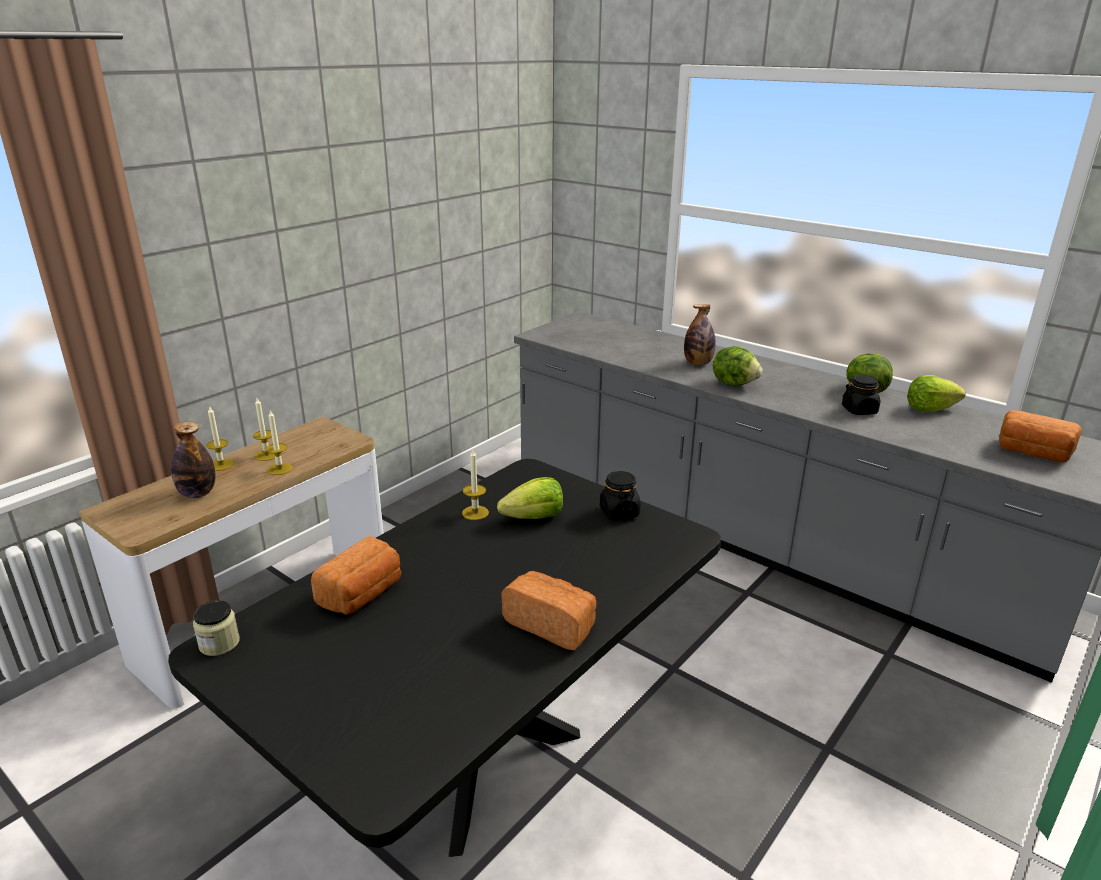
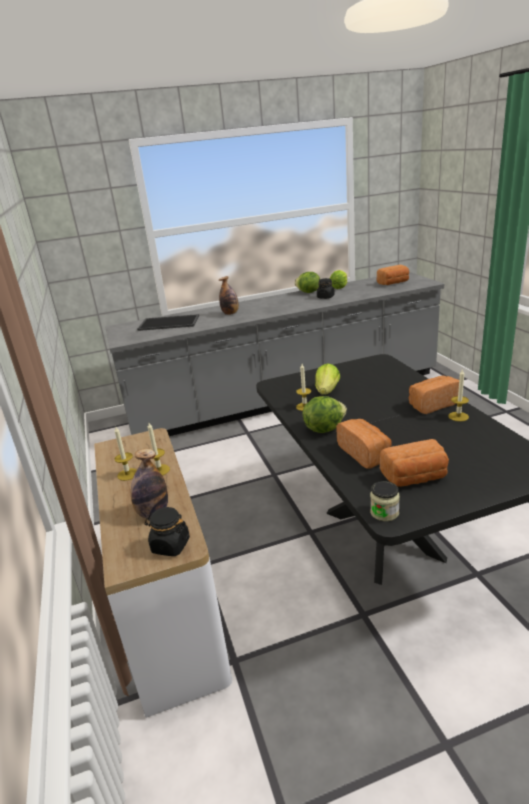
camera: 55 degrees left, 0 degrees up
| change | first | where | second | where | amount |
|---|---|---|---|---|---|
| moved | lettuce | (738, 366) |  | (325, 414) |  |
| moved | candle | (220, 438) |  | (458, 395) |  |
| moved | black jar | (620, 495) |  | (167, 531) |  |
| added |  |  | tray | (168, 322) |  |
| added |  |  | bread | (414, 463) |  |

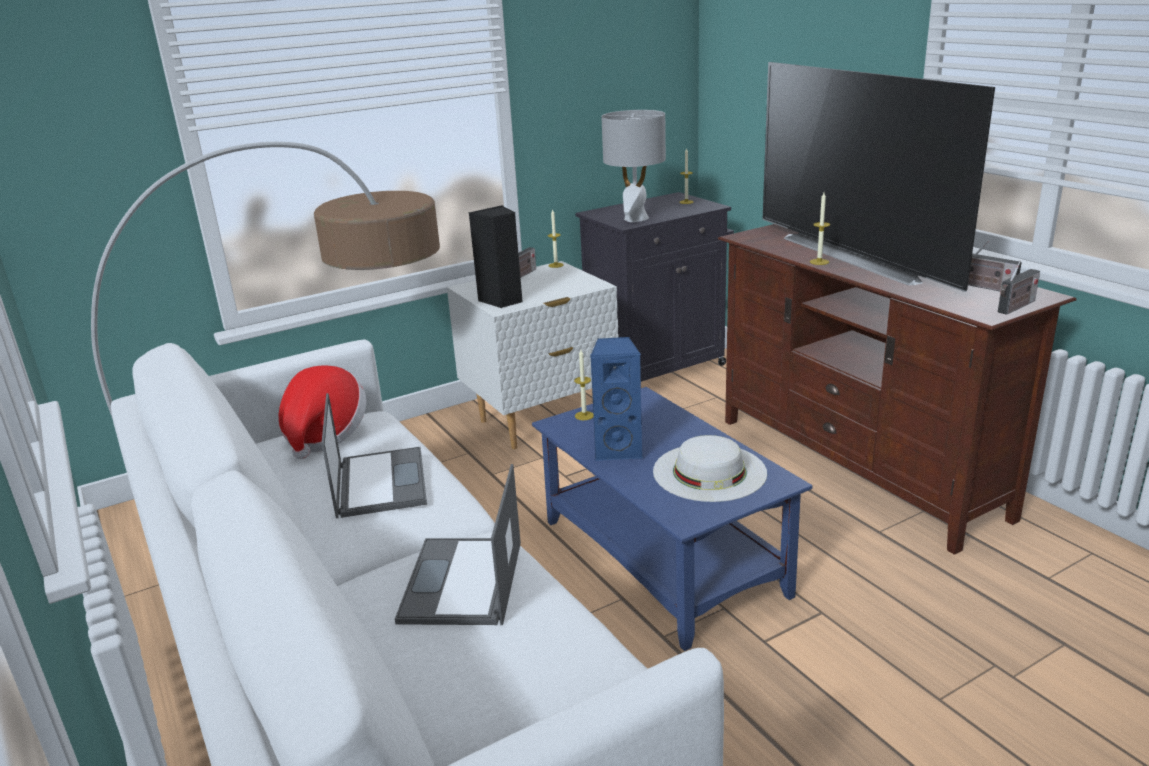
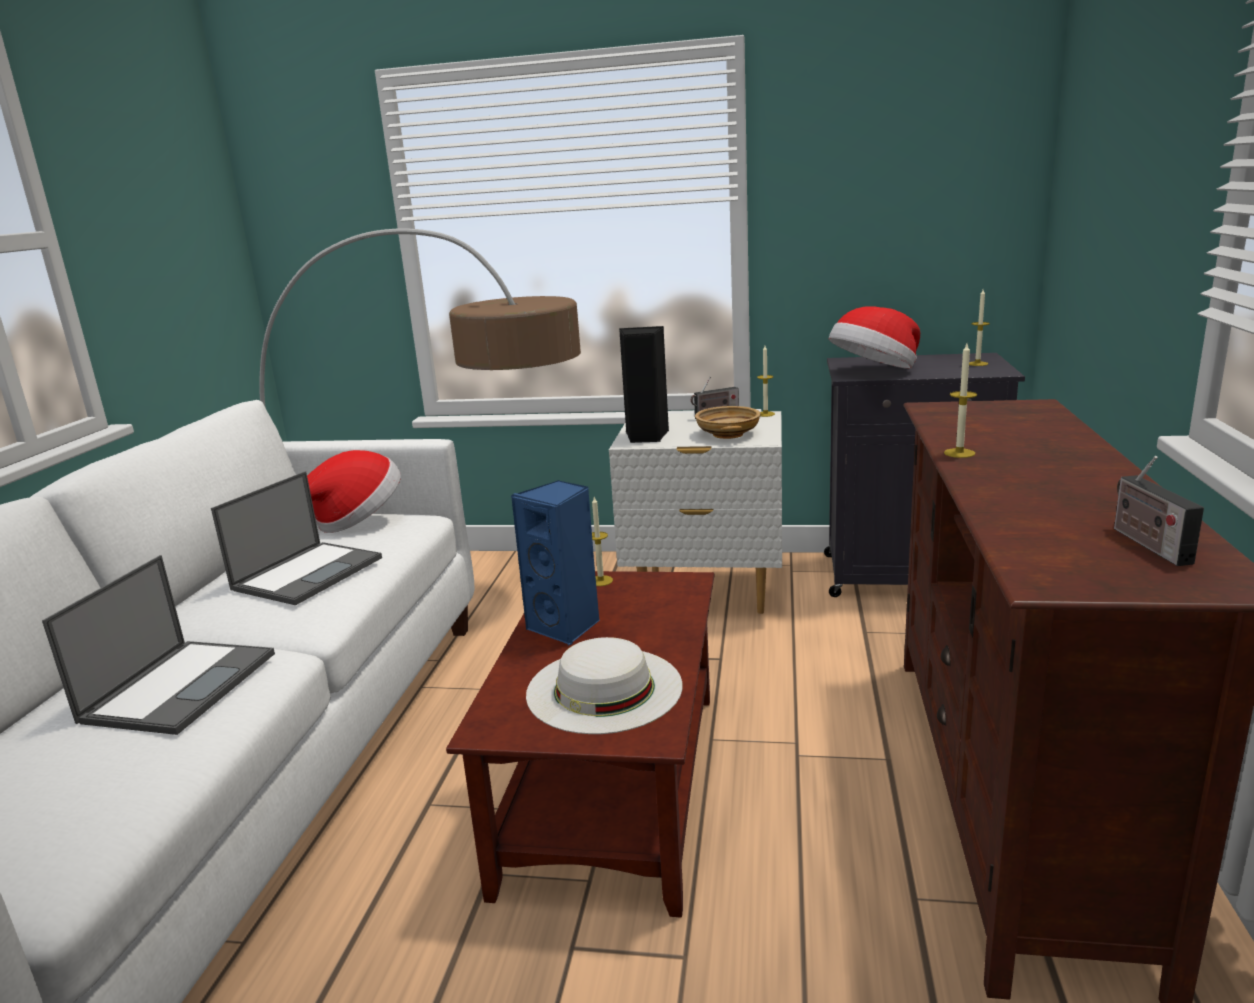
camera: 40 degrees right, 5 degrees down
| change | first | where | second | where | amount |
|---|---|---|---|---|---|
| removed | television | (879, 177) |  |  |  |
| replaced | grey table lamp | (633, 166) | hat | (874, 337) |  |
| removed | radio | (1019, 288) |  |  |  |
| recoloured | blue coffee table | (672, 519) | brown coffee table | (580, 744) |  |
| turned | laptop | (458, 544) |  | (158, 645) | 150 degrees clockwise |
| added |  |  | beige bowl | (728, 422) |  |

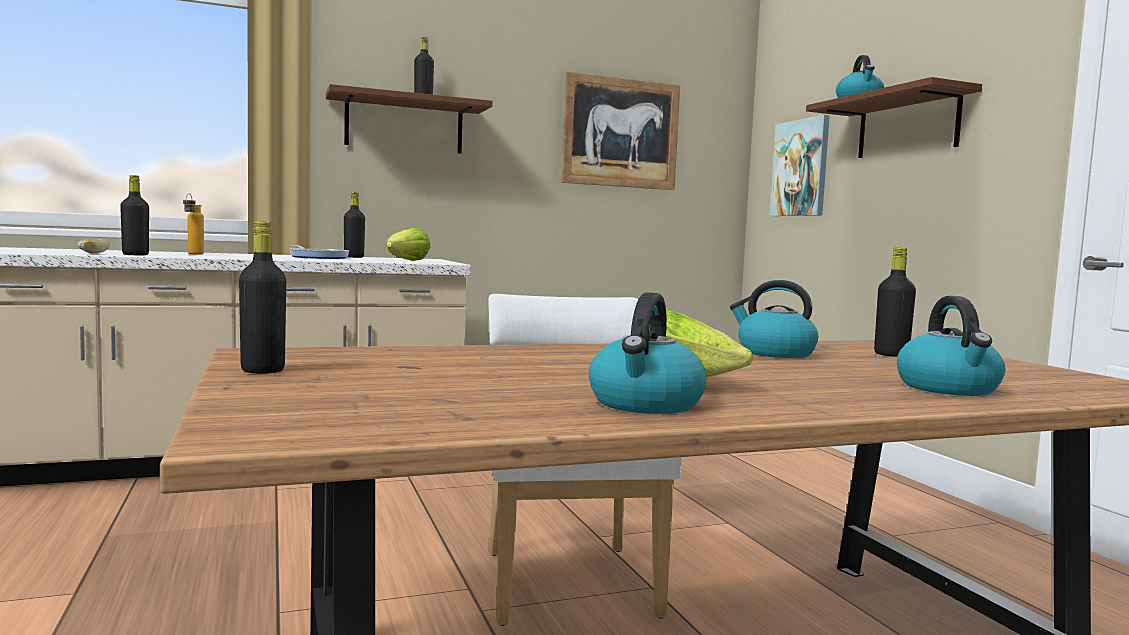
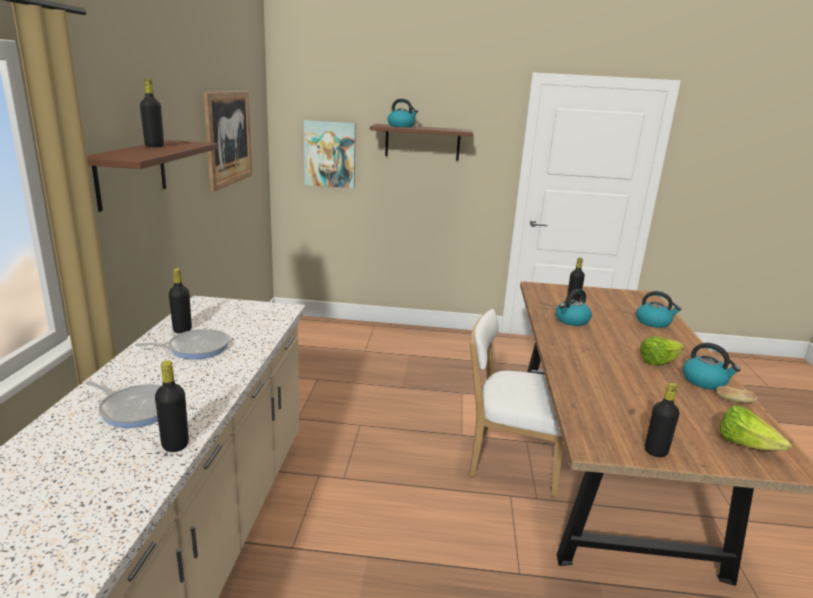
camera: 65 degrees left, 15 degrees up
| change | first | where | second | where | amount |
|---|---|---|---|---|---|
| replaced | bottle | (193, 223) | frying pan | (124, 404) |  |
| moved | lettuce | (409, 244) |  | (755, 428) |  |
| moved | bread | (93, 246) |  | (737, 394) |  |

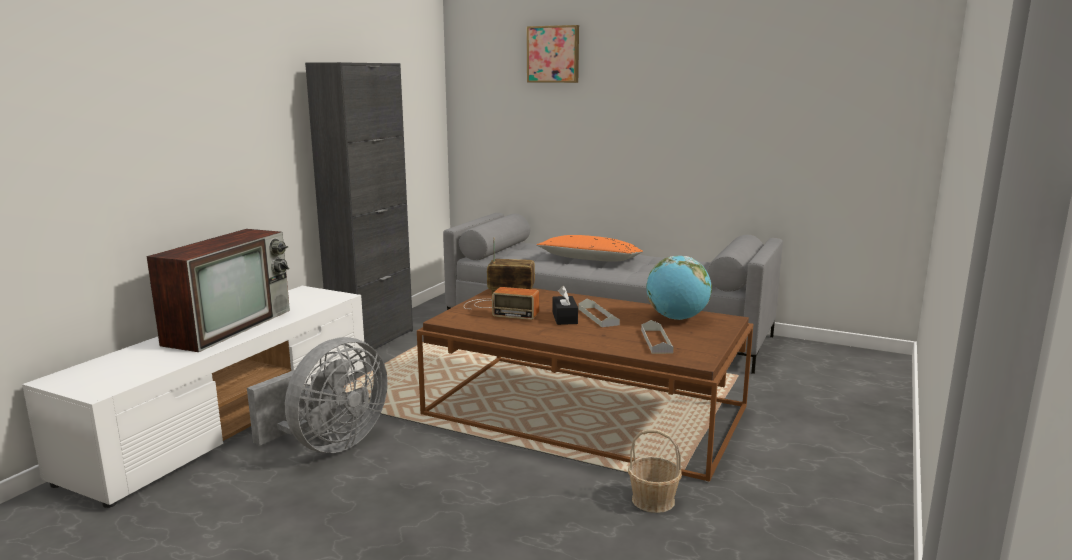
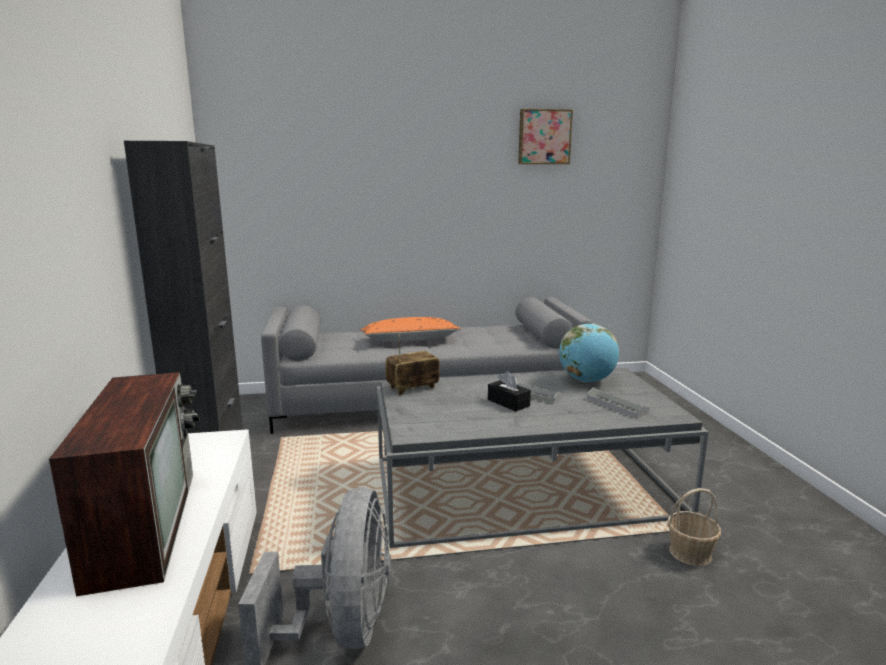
camera: 35 degrees left, 0 degrees up
| change | first | where | second | where | amount |
|---|---|---|---|---|---|
| moved | picture | (553, 54) |  | (545, 136) |  |
| removed | radio | (501, 303) |  |  |  |
| recoloured | brown coffee table | (585, 385) | grey coffee table | (543, 458) |  |

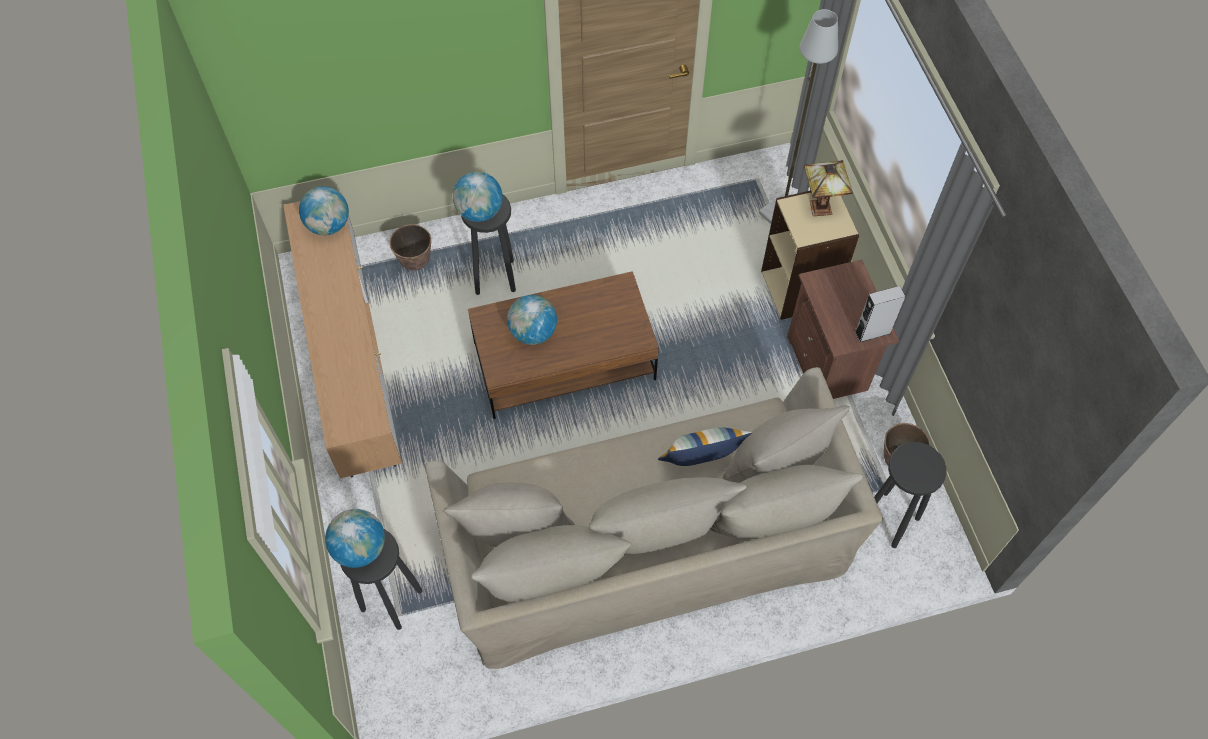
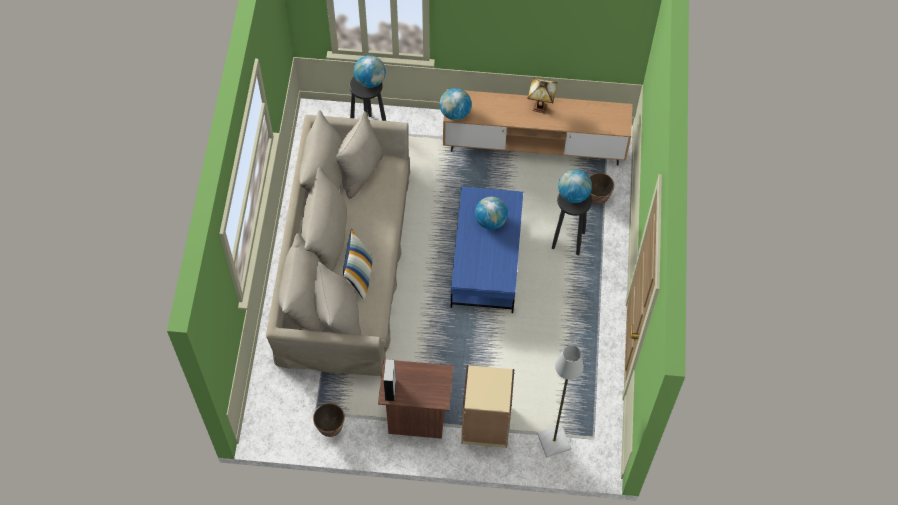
camera: 110 degrees right, 0 degrees up
| change | first | where | second | where | amount |
|---|---|---|---|---|---|
| moved | table lamp | (828, 188) |  | (542, 95) |  |
| moved | globe | (324, 210) |  | (456, 104) |  |
| recoloured | brown coffee table | (563, 345) | blue coffee table | (487, 249) |  |
| removed | black stool | (910, 495) |  |  |  |

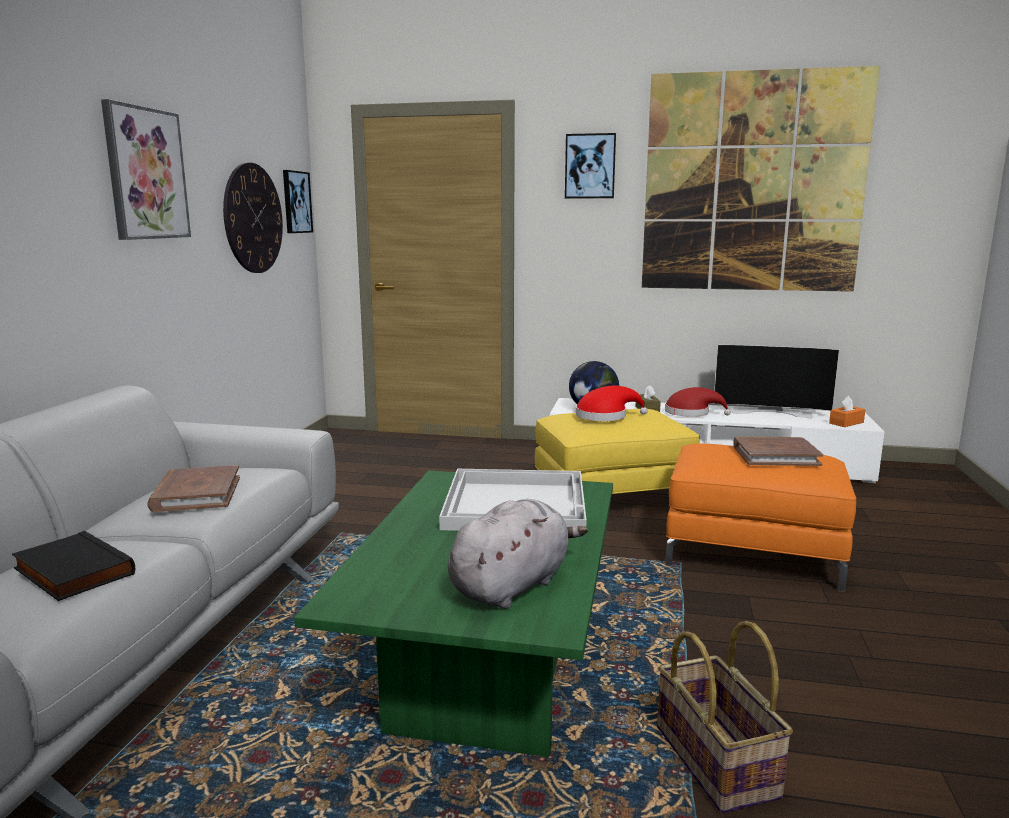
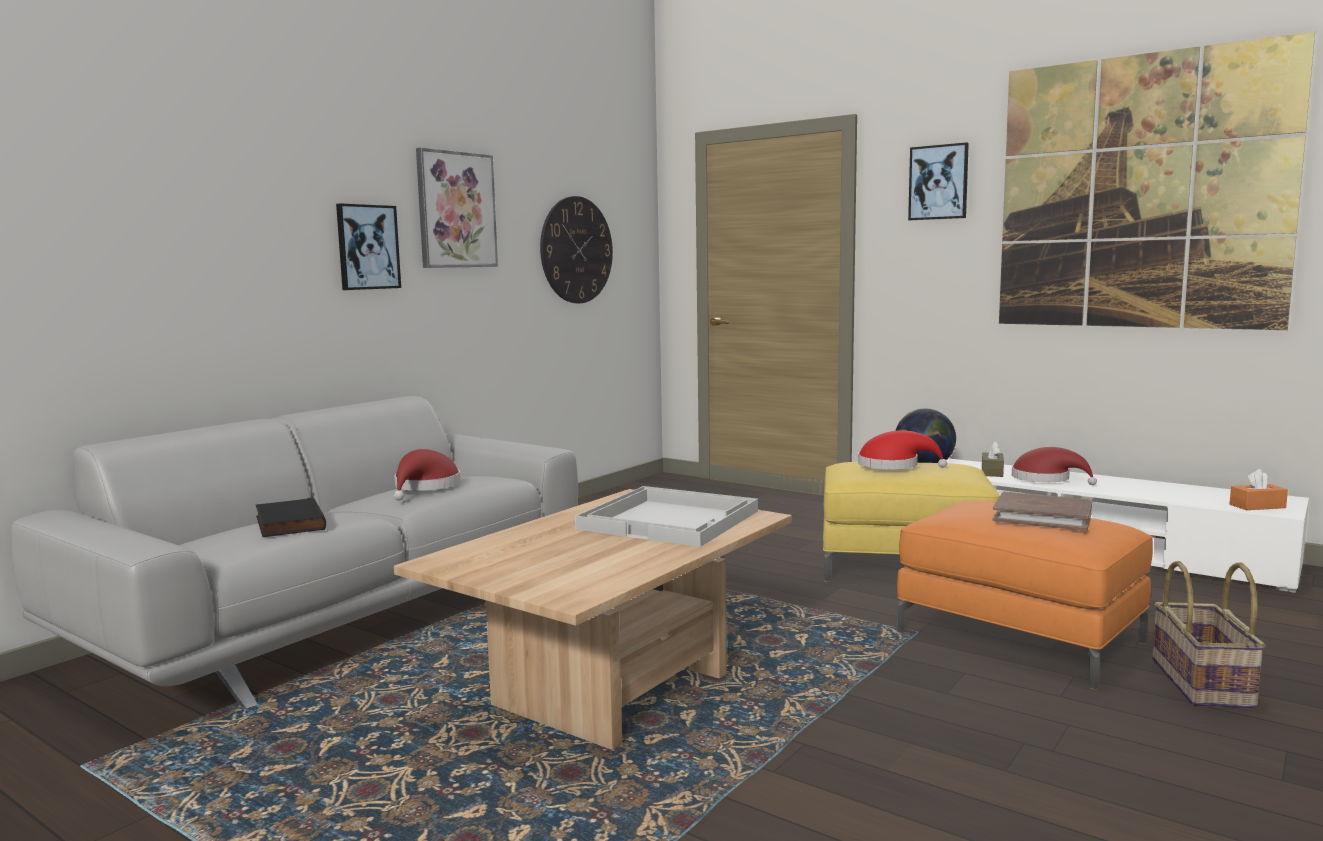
camera: 25 degrees right, 5 degrees down
| change | first | where | second | where | amount |
|---|---|---|---|---|---|
| moved | picture | (298, 201) |  | (368, 246) |  |
| removed | television | (776, 381) |  |  |  |
| replaced | brown book | (193, 488) | red hat | (427, 474) |  |
| recoloured | green coffee table | (453, 613) | beige coffee table | (593, 619) |  |
| removed | grey plush toy | (518, 554) |  |  |  |
| moved | basket | (725, 717) |  | (1209, 635) |  |

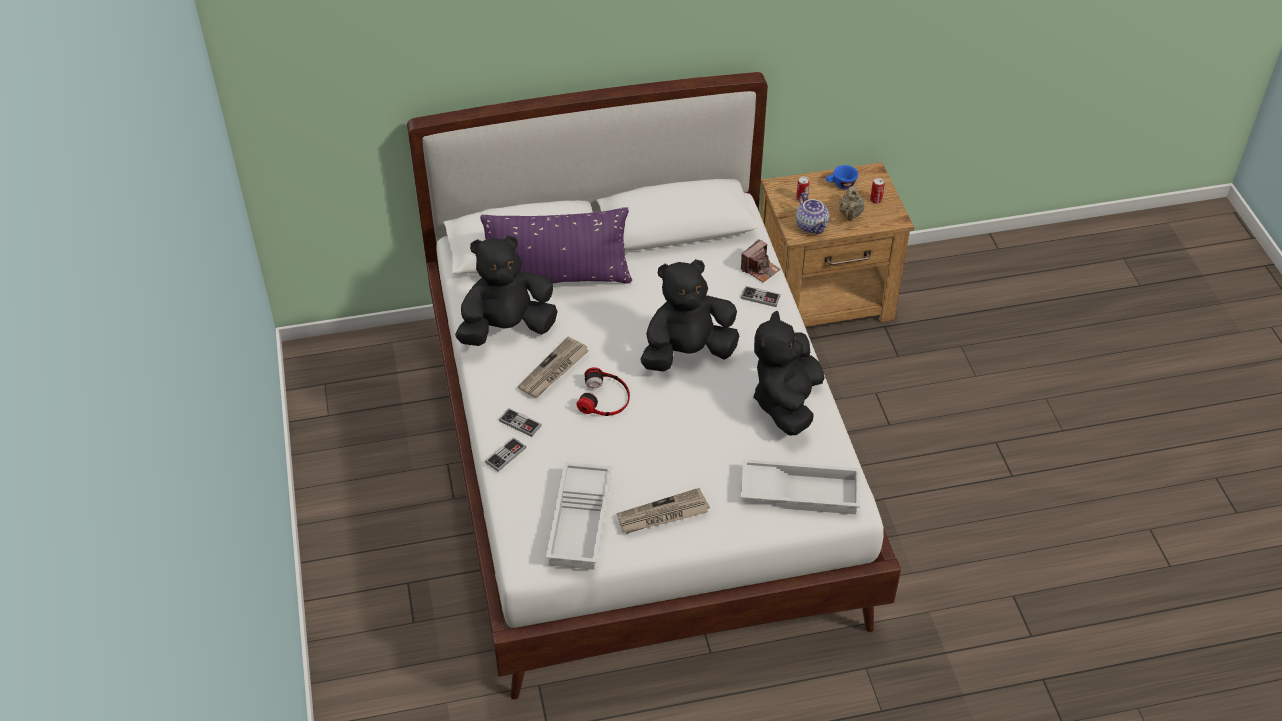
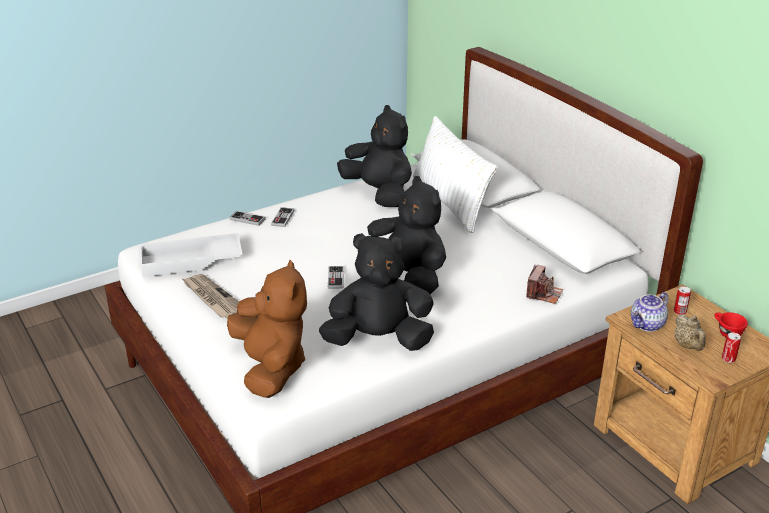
camera: 70 degrees right, 15 degrees down
| change | first | where | second | where | amount |
|---|---|---|---|---|---|
| recoloured | blue cup | (842, 177) | red cup | (731, 324) |  |
| turned | beige teapot | (851, 203) |  | (690, 332) | 90 degrees counterclockwise |
| recoloured | purple pillow | (556, 245) | white pillow | (455, 174) |  |
| turned | photo camera | (761, 260) |  | (544, 284) | 90 degrees counterclockwise |
| moved | game controller | (761, 296) |  | (336, 277) |  |
| removed | newspaper | (553, 367) |  |  |  |
| removed | headphones | (603, 391) |  |  |  |
| replaced | white tray | (800, 486) | brown plush toy | (267, 328) |  |

